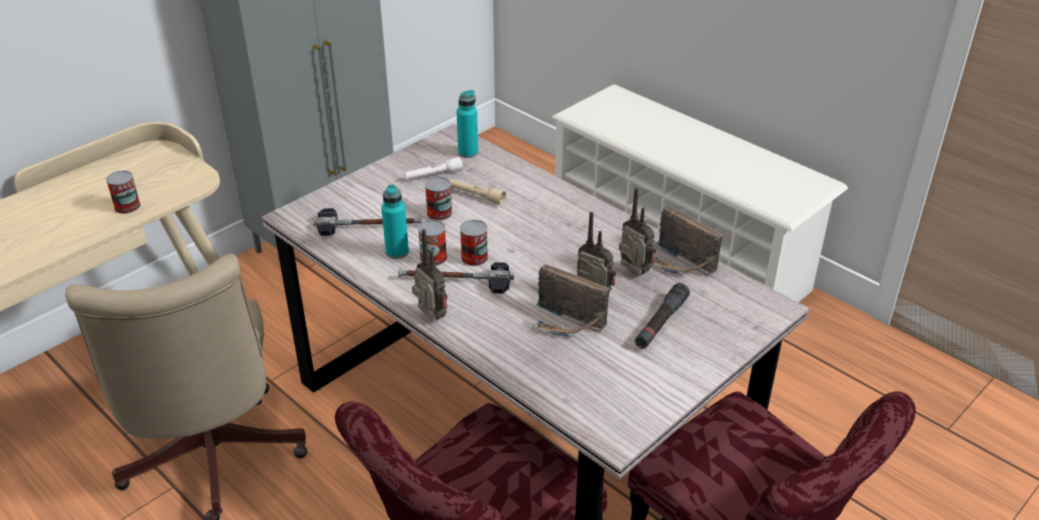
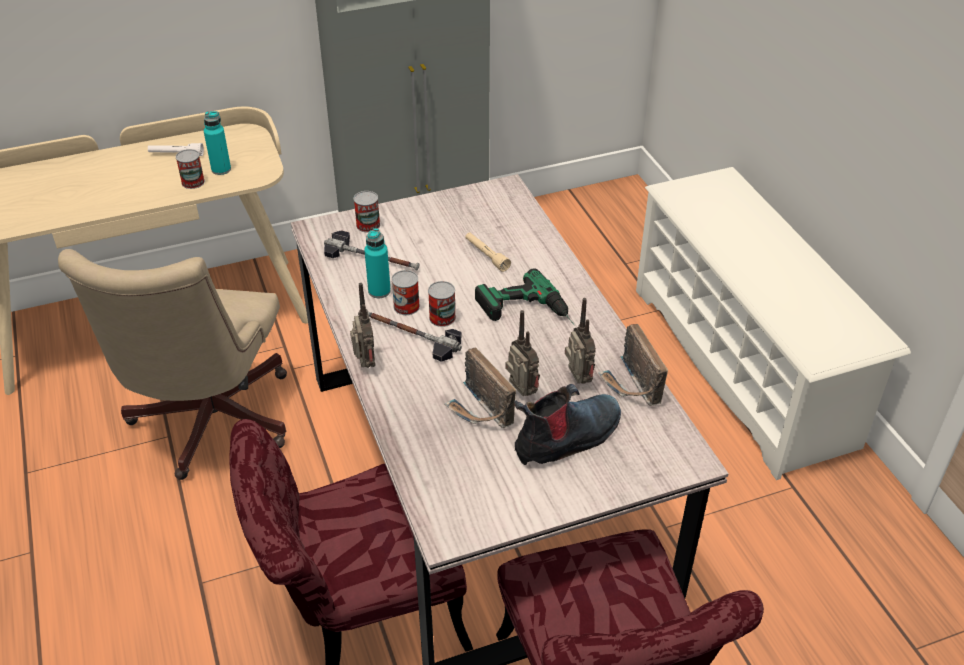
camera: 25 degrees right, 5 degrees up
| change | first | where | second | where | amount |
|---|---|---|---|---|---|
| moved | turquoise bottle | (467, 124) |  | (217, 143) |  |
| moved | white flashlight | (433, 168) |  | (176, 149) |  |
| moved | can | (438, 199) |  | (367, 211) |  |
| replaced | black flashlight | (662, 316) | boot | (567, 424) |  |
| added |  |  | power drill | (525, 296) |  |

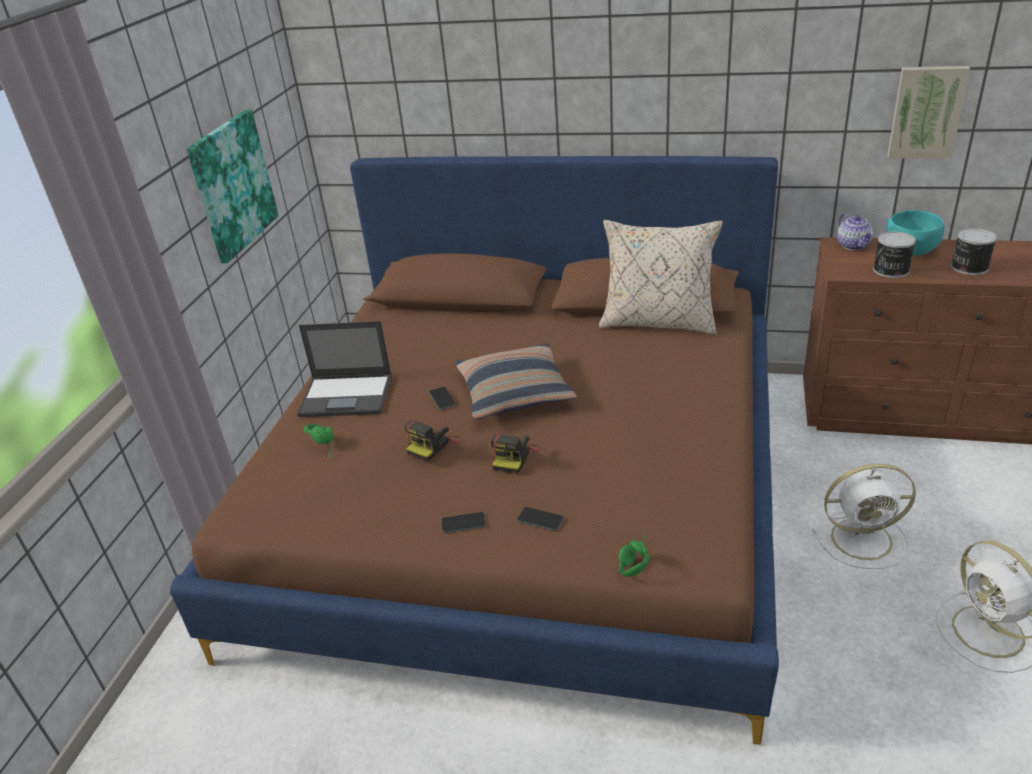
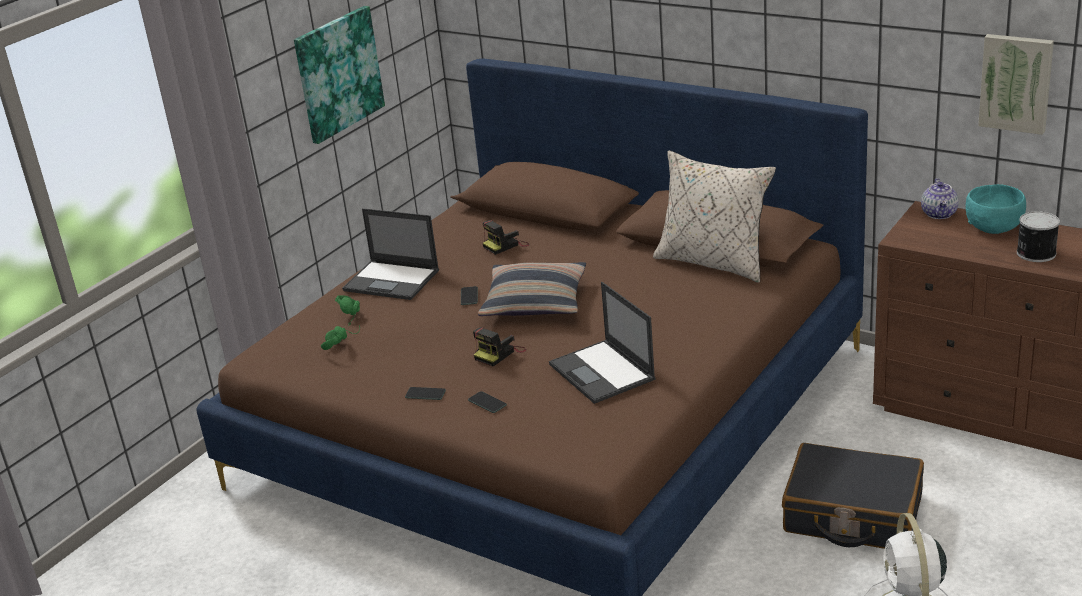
camera: 20 degrees right, 5 degrees down
| change | first | where | second | where | amount |
|---|---|---|---|---|---|
| removed | can | (894, 254) |  |  |  |
| moved | photo camera | (433, 441) |  | (506, 237) |  |
| replaced | white fan | (864, 516) | black suitcase | (853, 496) |  |
| moved | green headphones | (634, 553) |  | (340, 337) |  |
| added |  |  | laptop | (602, 343) |  |

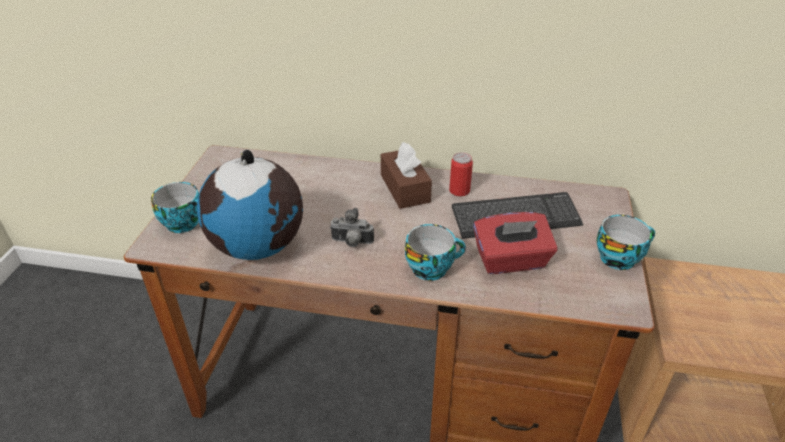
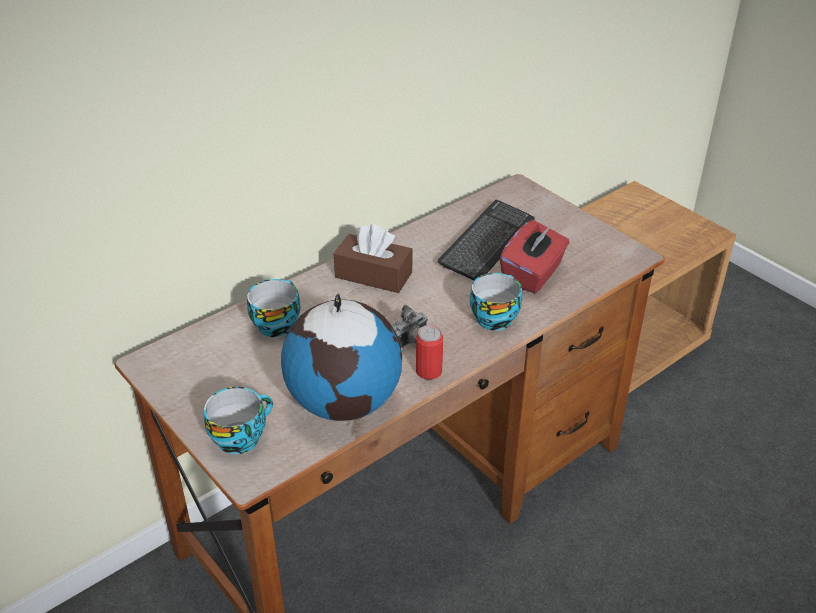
camera: 50 degrees left, 0 degrees up
| change | first | where | second | where | amount |
|---|---|---|---|---|---|
| moved | can | (461, 174) |  | (429, 352) |  |
| moved | cup | (626, 242) |  | (273, 308) |  |

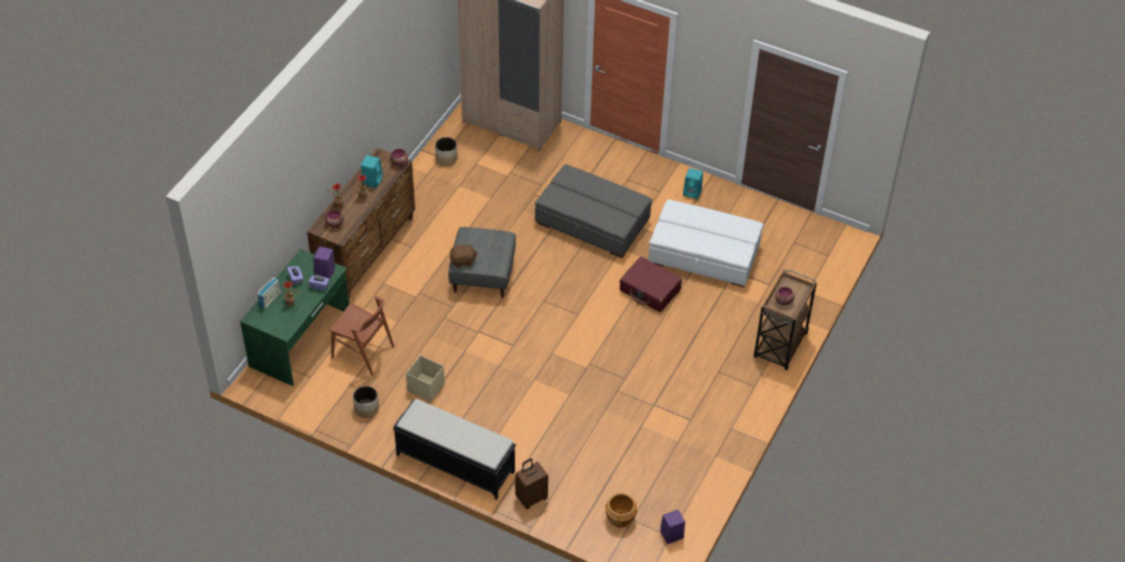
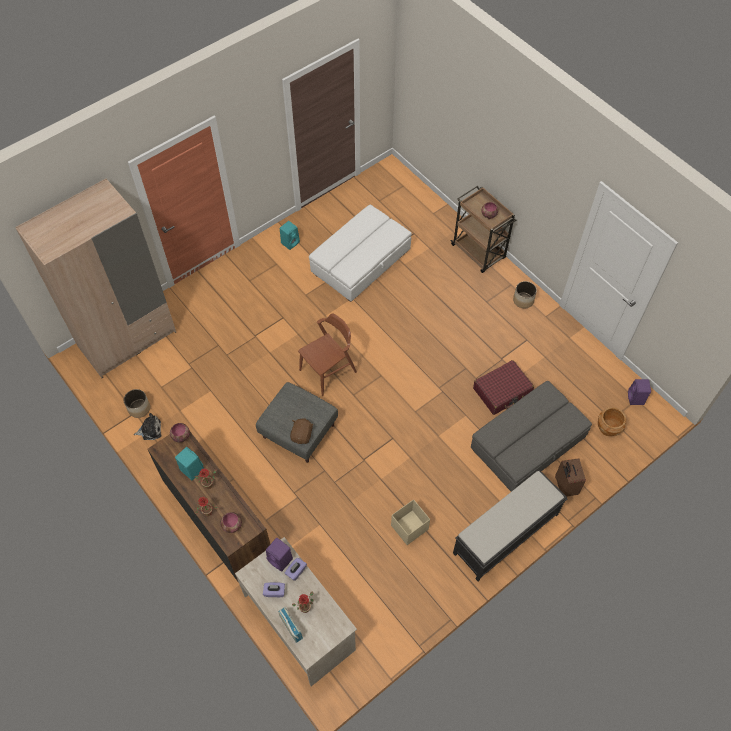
camera: 65 degrees left, 10 degrees up
| change | first | where | second | where | amount |
|---|---|---|---|---|---|
| moved | grey ottoman | (593, 211) |  | (531, 436) |  |
| recoloured | green desk | (294, 317) | beige desk | (296, 611) |  |
| moved | red suitcase | (651, 284) |  | (503, 387) |  |
| moved | brown chair | (361, 336) |  | (327, 355) |  |
| moved | planter | (366, 402) |  | (525, 294) |  |
| added |  |  | plush toy | (147, 426) |  |

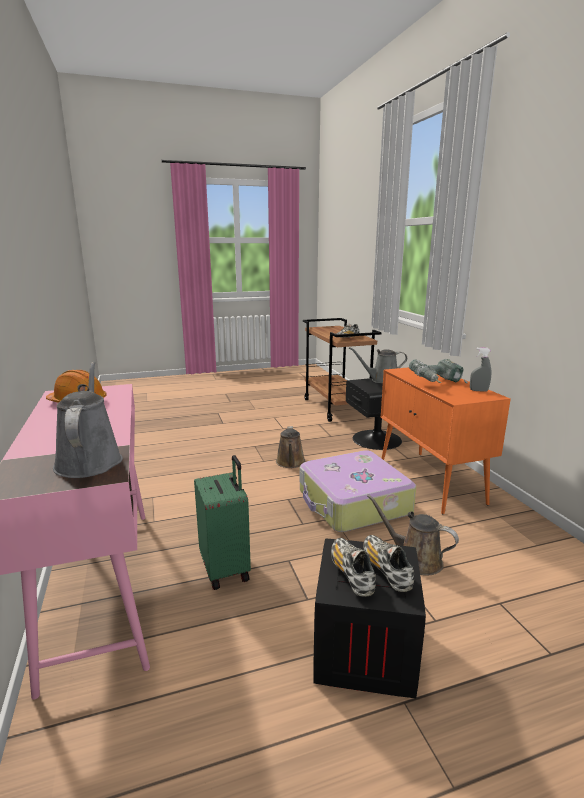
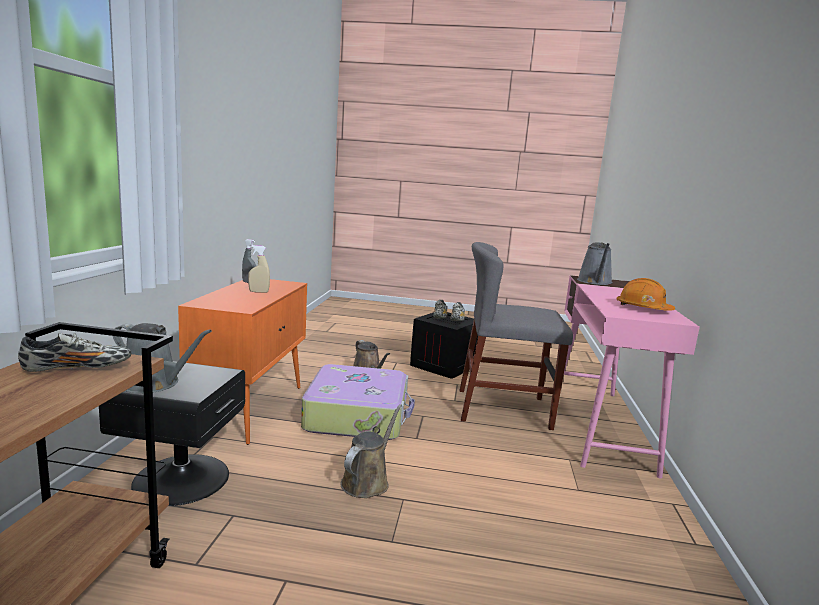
camera: 155 degrees left, 5 degrees down
| change | first | where | second | where | amount |
|---|---|---|---|---|---|
| replaced | power drill | (438, 371) | beige spray bottle | (259, 269) |  |
| replaced | green suitcase | (222, 522) | grey chair | (516, 336) |  |

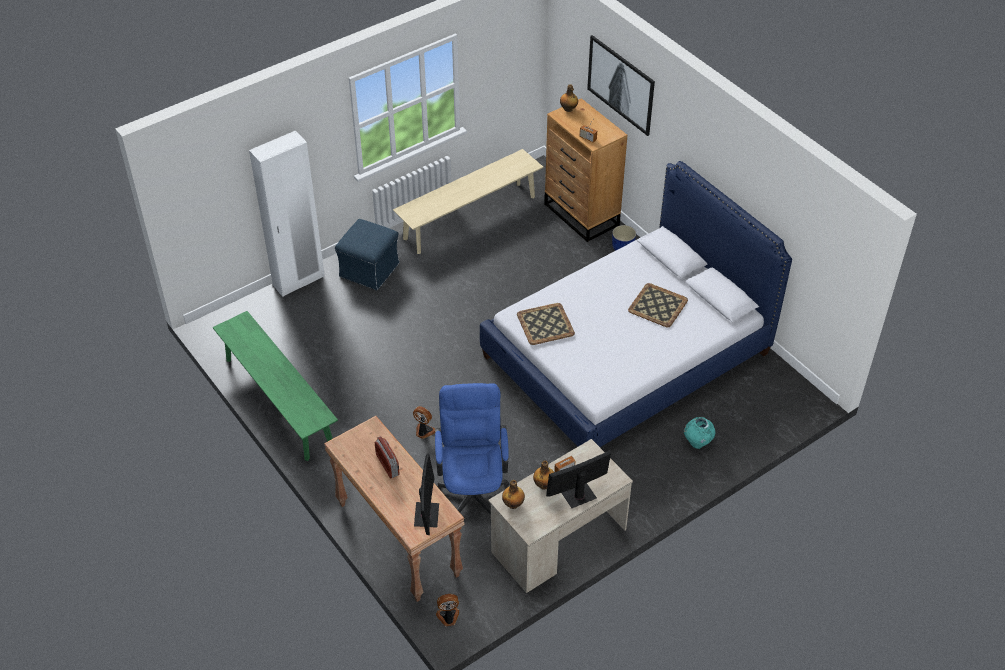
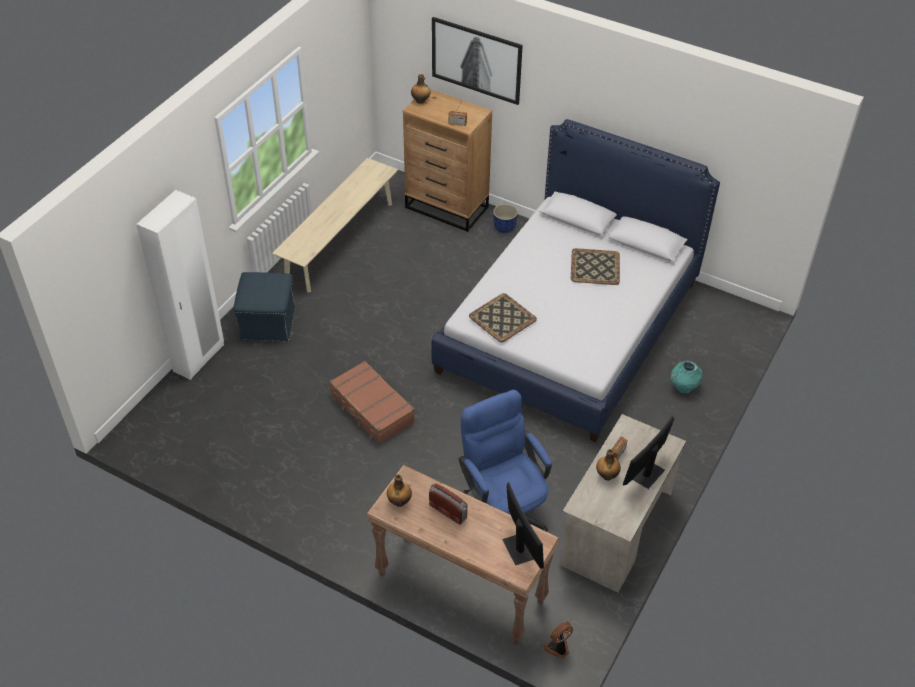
camera: 25 degrees left, 0 degrees up
| change | first | where | second | where | amount |
|---|---|---|---|---|---|
| removed | green bench | (275, 386) |  |  |  |
| removed | fan | (424, 422) |  |  |  |
| moved | bottle | (513, 494) |  | (399, 490) |  |
| added |  |  | brown suitcase | (372, 402) |  |

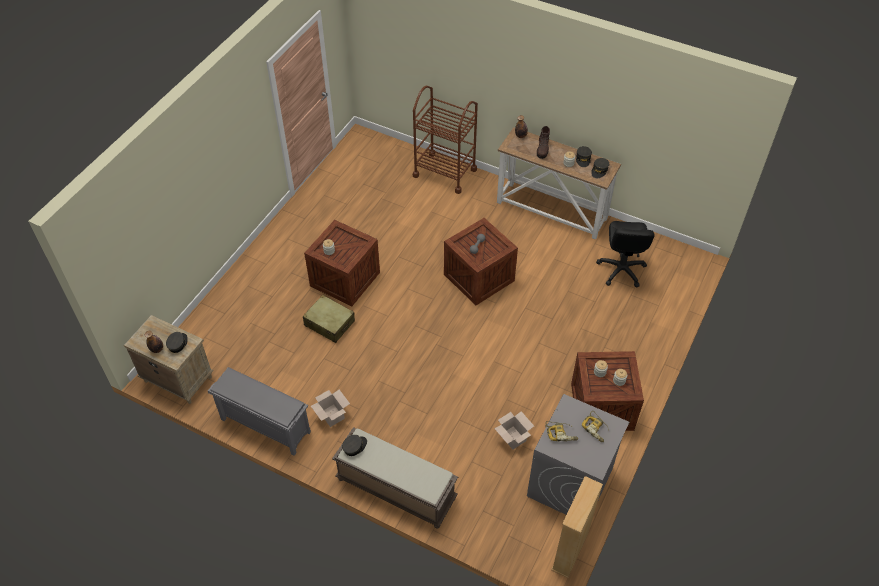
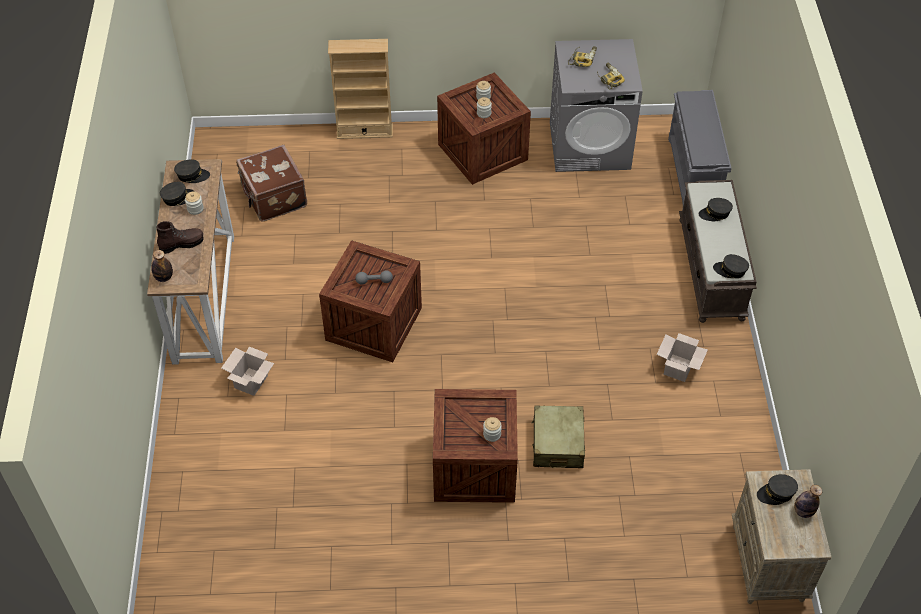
camera: 120 degrees left, 0 degrees up
| change | first | where | second | where | amount |
|---|---|---|---|---|---|
| removed | brown cart | (445, 140) |  |  |  |
| replaced | black office chair | (625, 254) | brown suitcase | (271, 183) |  |
| moved | grey shoe rack | (259, 411) |  | (699, 147) |  |
| moved | cardboard box | (514, 430) |  | (247, 371) |  |
| moved | beige bookcase | (577, 527) |  | (360, 89) |  |
| added |  |  | grey cap | (716, 209) |  |

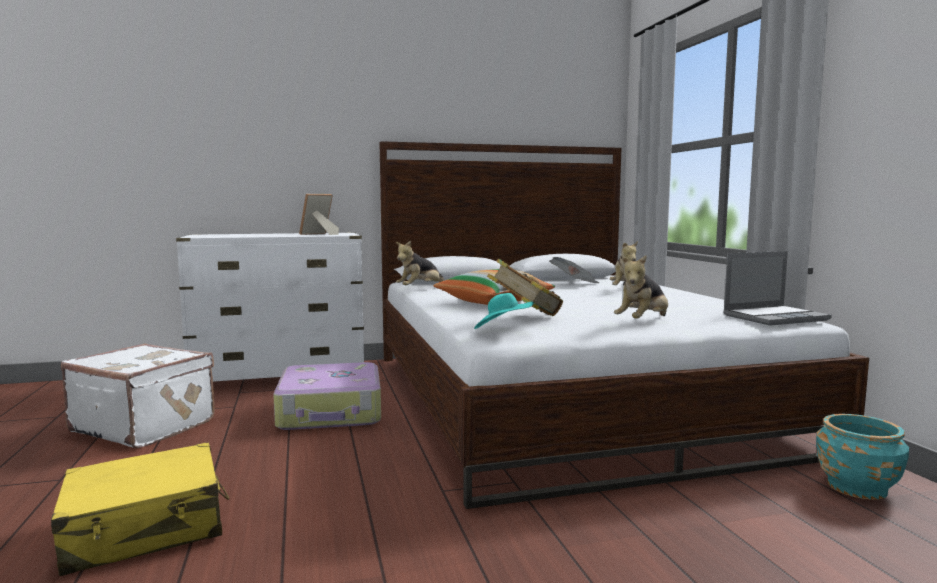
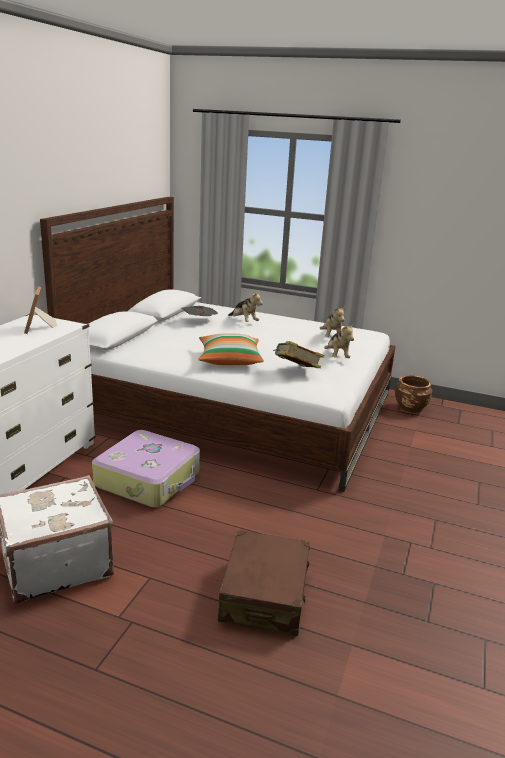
camera: 55 degrees left, 15 degrees up
| change | first | where | second | where | amount |
|---|---|---|---|---|---|
| moved | plush toy | (420, 262) |  | (332, 321) |  |
| removed | laptop | (777, 288) |  |  |  |
| removed | turquoise hat | (504, 311) |  |  |  |
| recoloured | turquoise planter | (862, 457) | brown planter | (413, 394) |  |
| recoloured | yellow suitcase | (140, 509) | brown suitcase | (264, 583) |  |

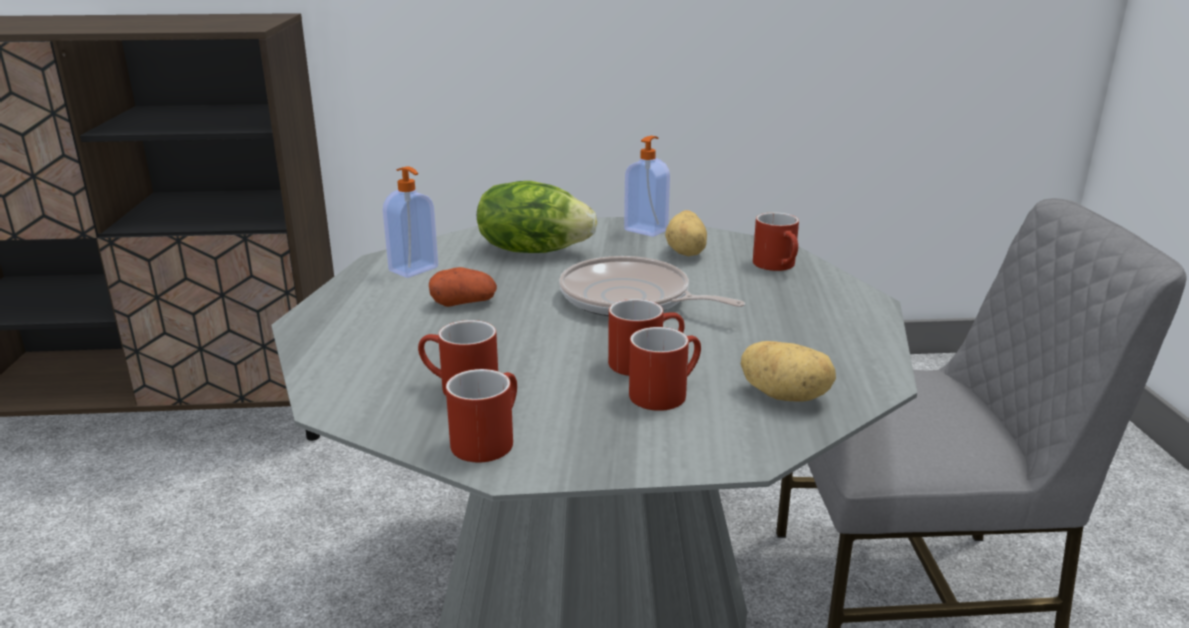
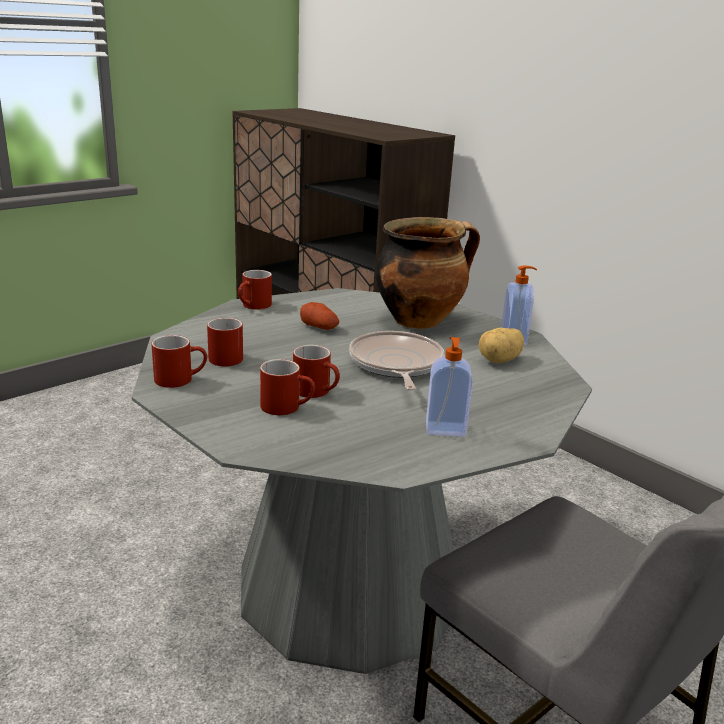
camera: 50 degrees right, 0 degrees up
| change | first | where | second | where | amount |
|---|---|---|---|---|---|
| moved | soap dispenser | (410, 222) |  | (449, 387) |  |
| replaced | lettuce | (537, 217) | cooking pot | (427, 273) |  |
| moved | red mug | (776, 241) |  | (255, 290) |  |
| removed | potato | (788, 371) |  |  |  |

